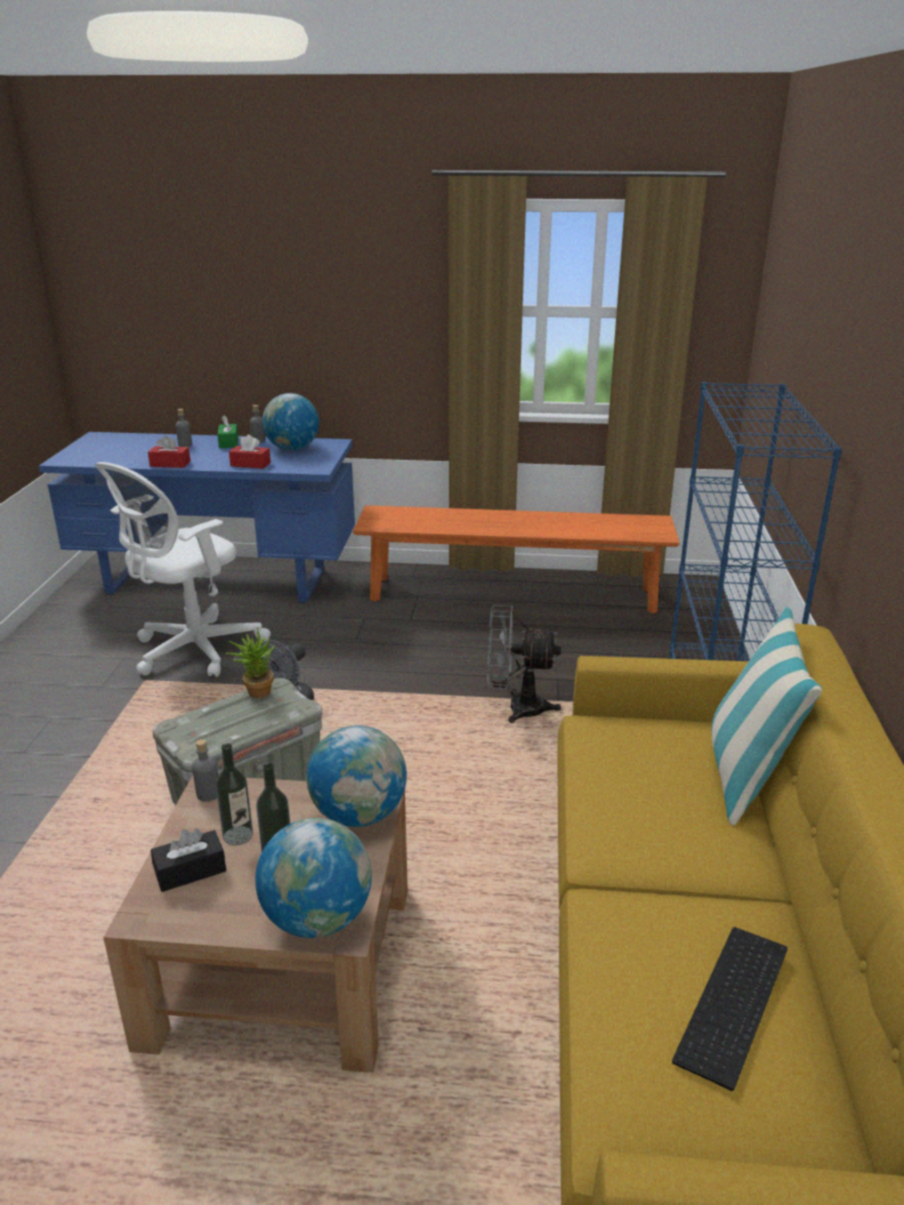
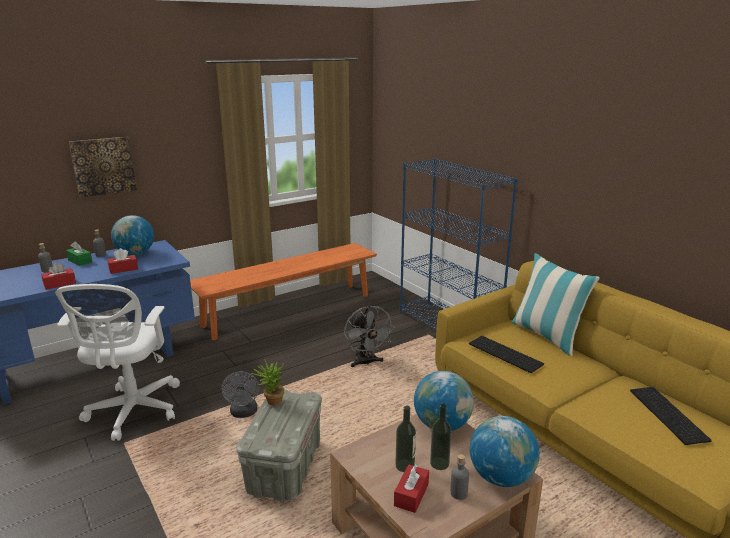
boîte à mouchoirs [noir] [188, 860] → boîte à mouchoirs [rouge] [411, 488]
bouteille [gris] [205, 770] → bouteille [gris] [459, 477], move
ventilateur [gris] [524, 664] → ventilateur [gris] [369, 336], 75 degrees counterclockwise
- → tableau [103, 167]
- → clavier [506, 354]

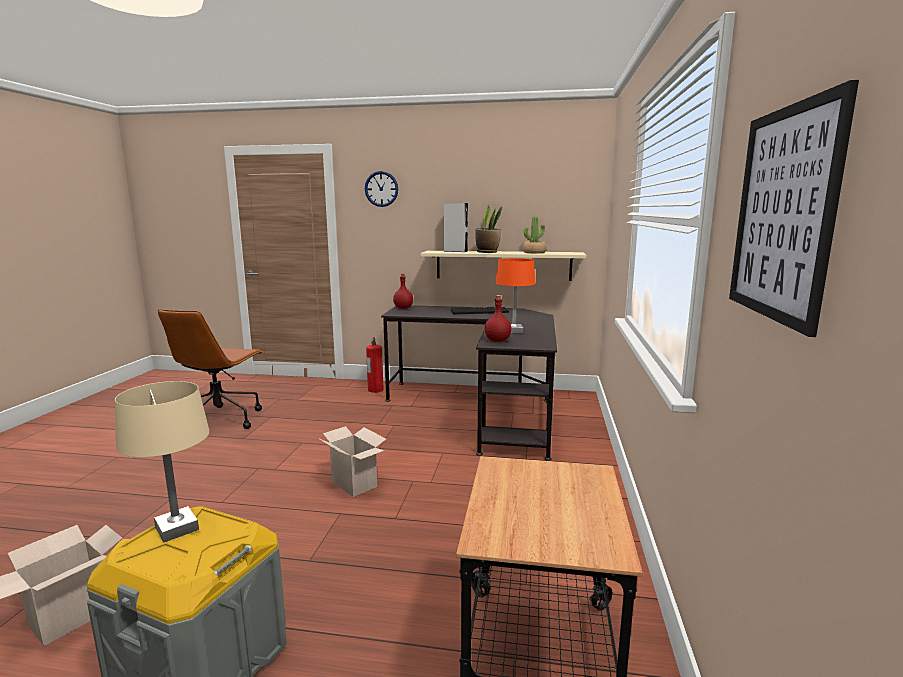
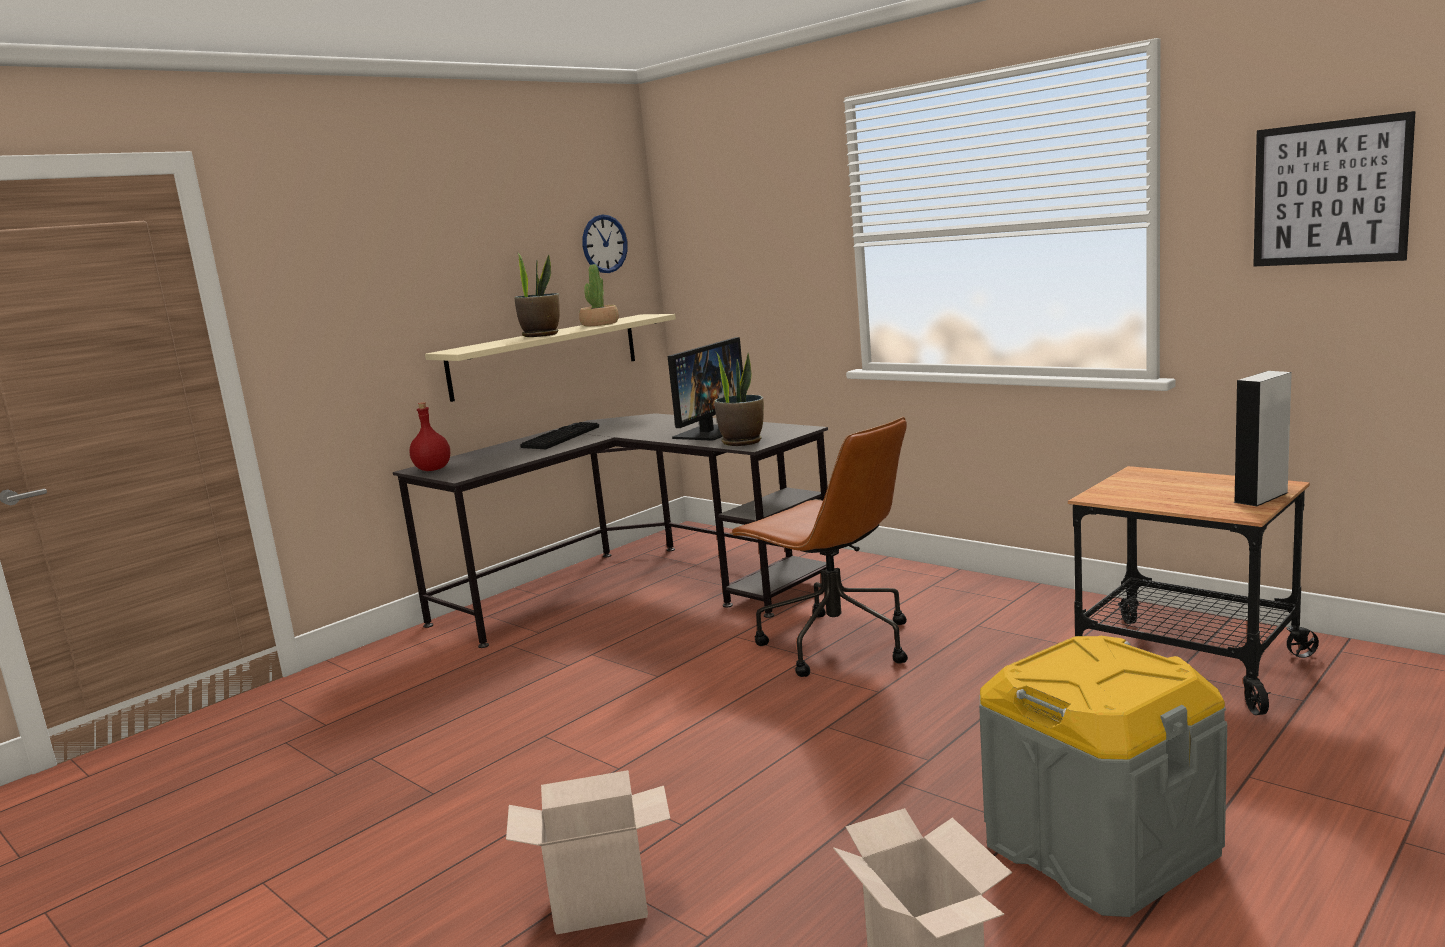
lampe de table [beige] [162, 461] → -
chaise de bureau [marron] [211, 369] → chaise de bureau [marron] [819, 547], move
carton [353, 461] → carton [588, 852], move
horloge murale [381, 189] → horloge murale [605, 243], move
extincteur [375, 365] → -
enceinte [gris] [456, 227] → enceinte [gris] [1262, 438], move
bouteille [rouge] [498, 318] → plante en pot [739, 398]
lampe de table [orange] [516, 295] → écran d'ordinateur [705, 389]

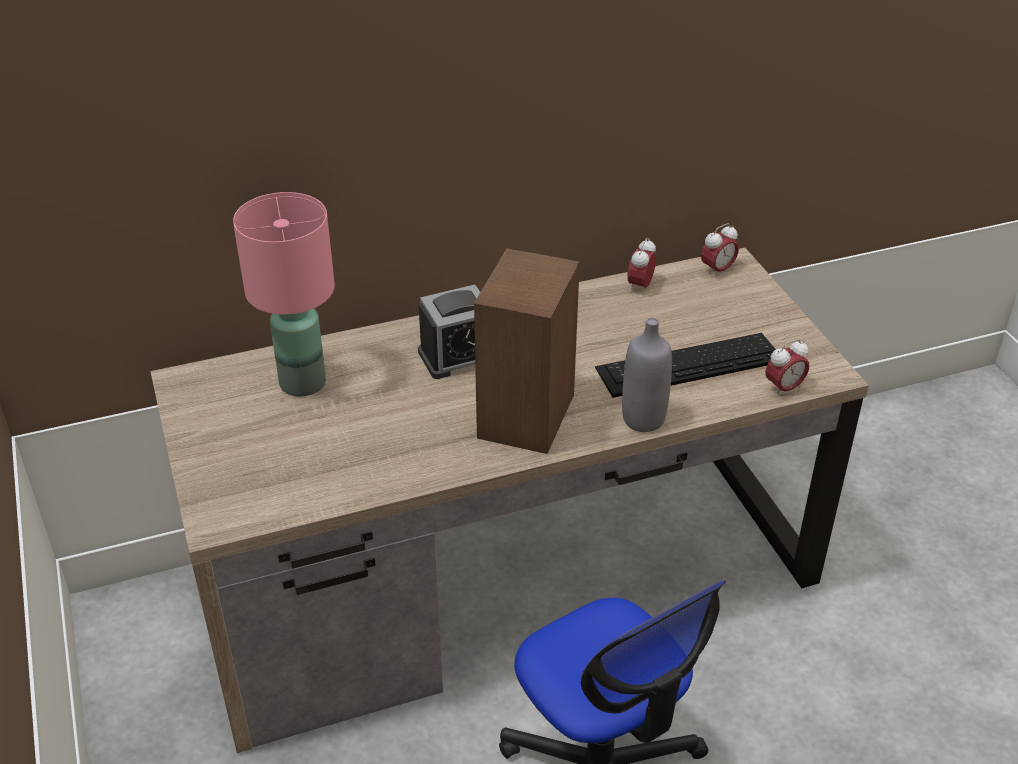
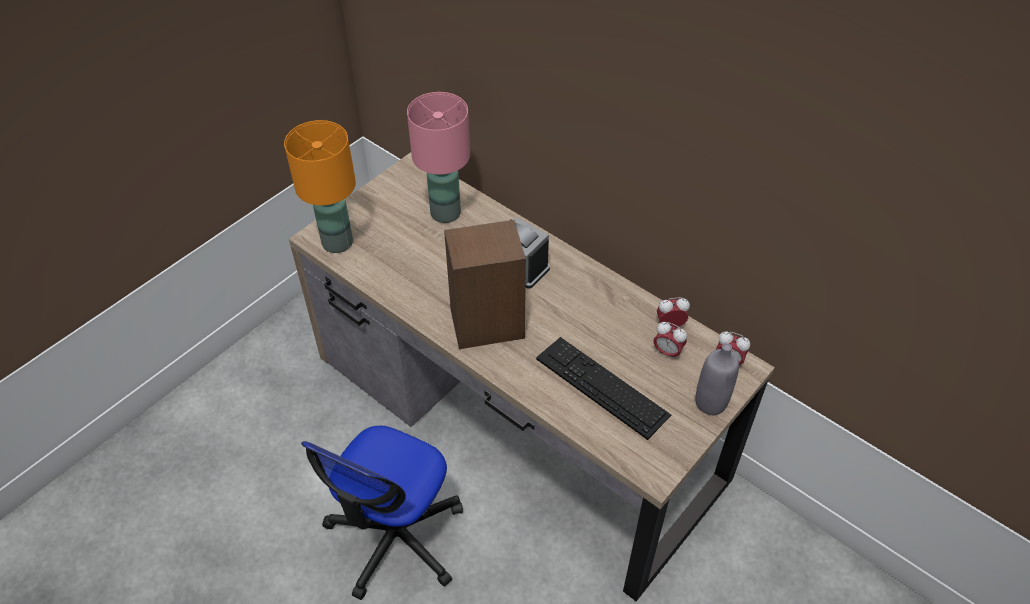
bouteille [gris] [647, 374] → bouteille [gris] [717, 379], move
réveil [787, 368] → réveil [670, 341], move
- → lampe de table [orange] [320, 186]

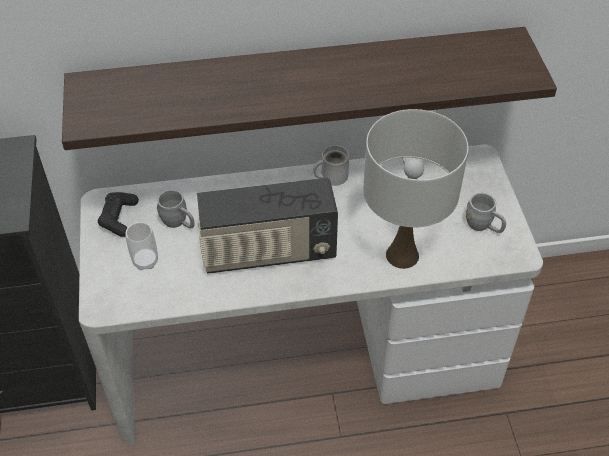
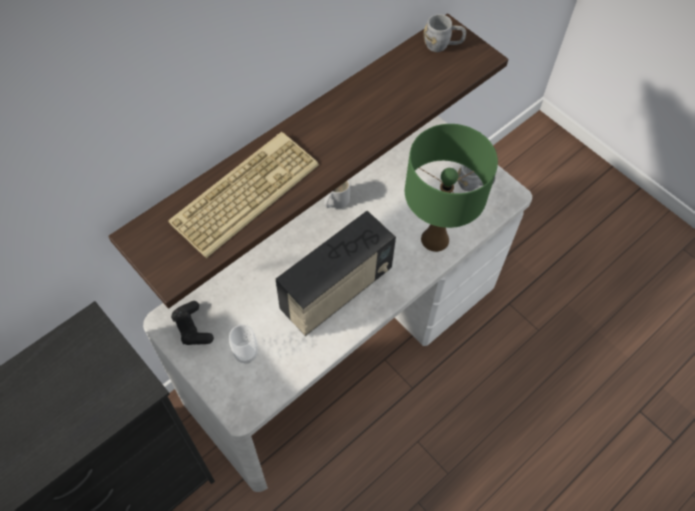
mug [gris] [176, 209] → mug [gris] [445, 33], move
lampe de table [blanc] [415, 189] → lampe de table [vert] [451, 188]
- → clavier [243, 195]

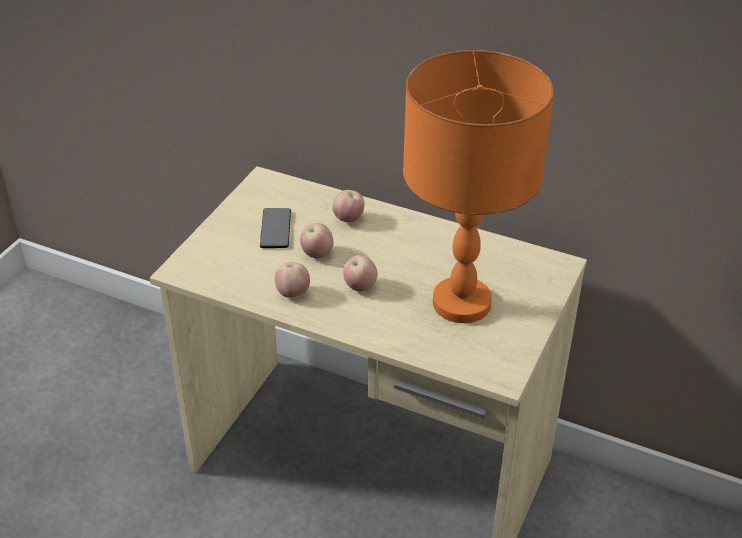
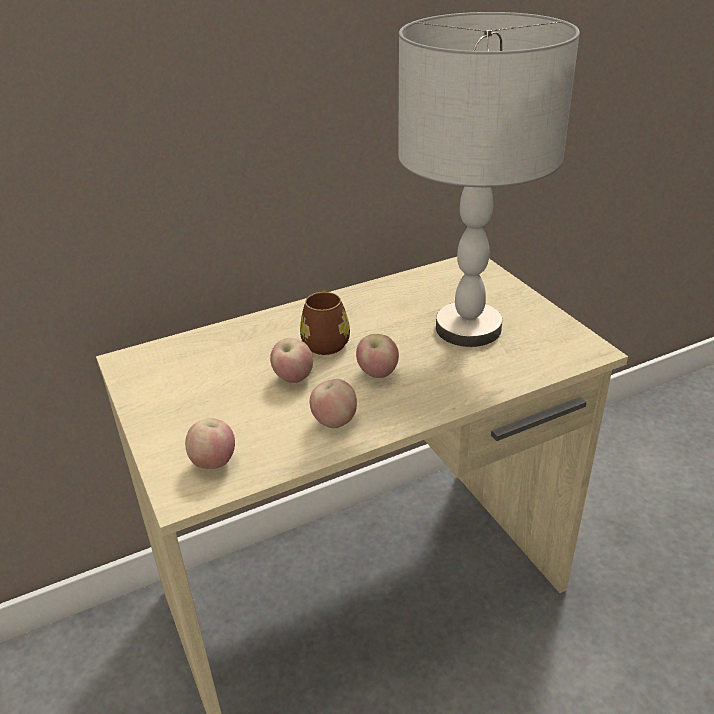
téléphone [275, 228] → -
pomme [348, 206] → pomme [210, 443], move
lampe de table [orange] [478, 186] → lampe de table [gris] [489, 179]
- → mug [marron] [325, 322]

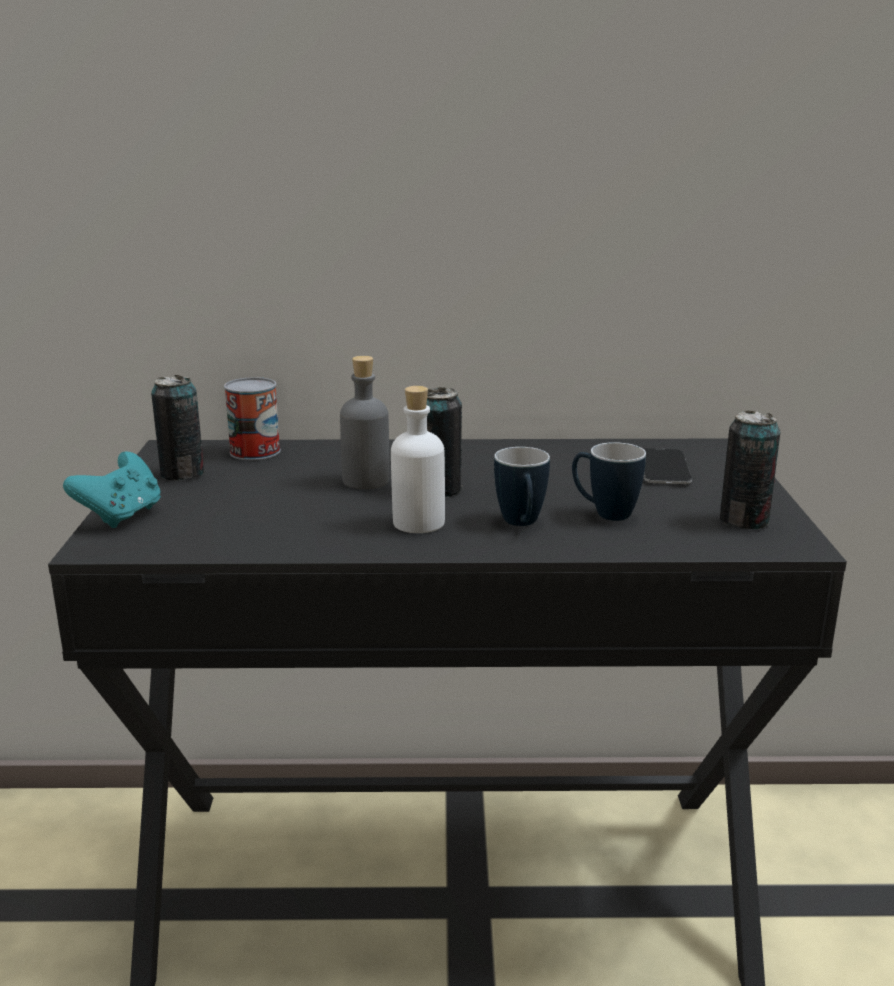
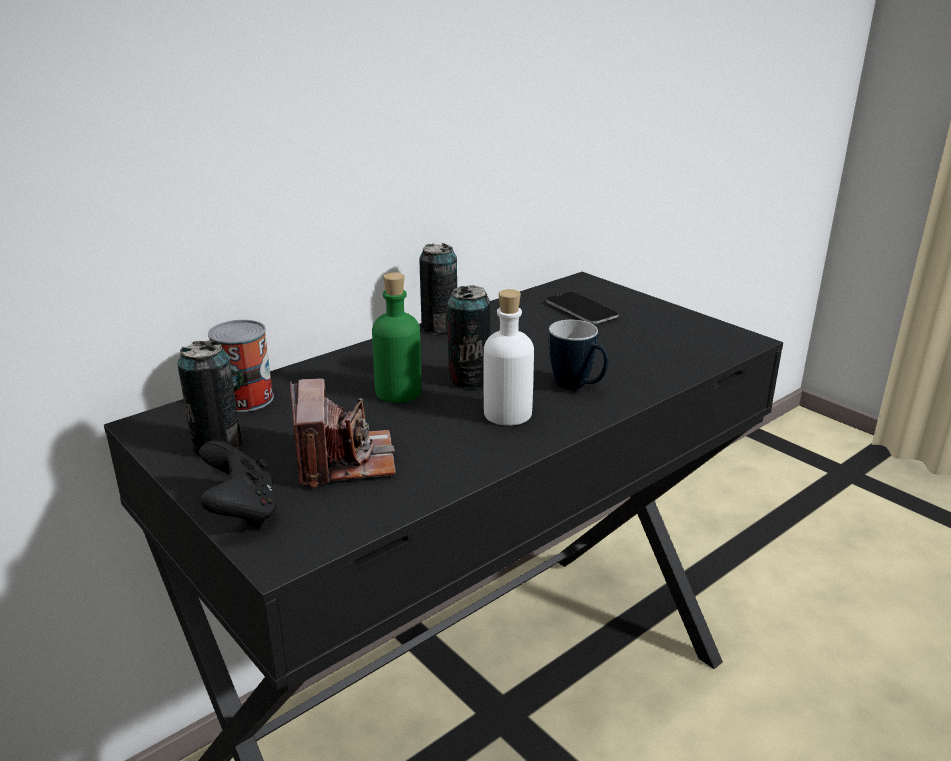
manette [turquoise] [112, 489] → manette [noir] [238, 484]
bouteille [gris] [365, 422] → bouteille [vert] [396, 338]
mug [609, 481] → -
boîte métallique [750, 470] → boîte métallique [438, 288], move
- → appareil photo [343, 432]

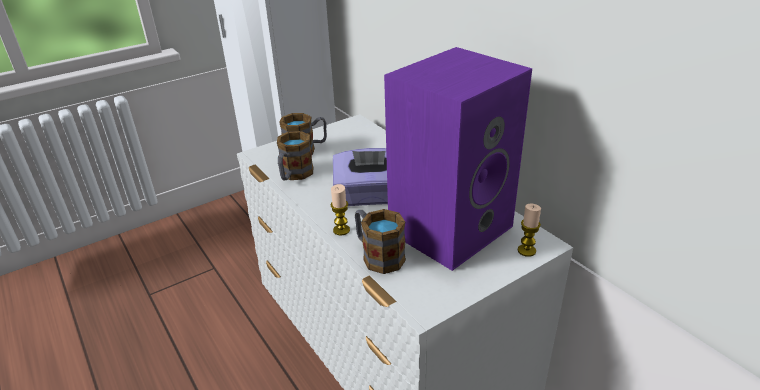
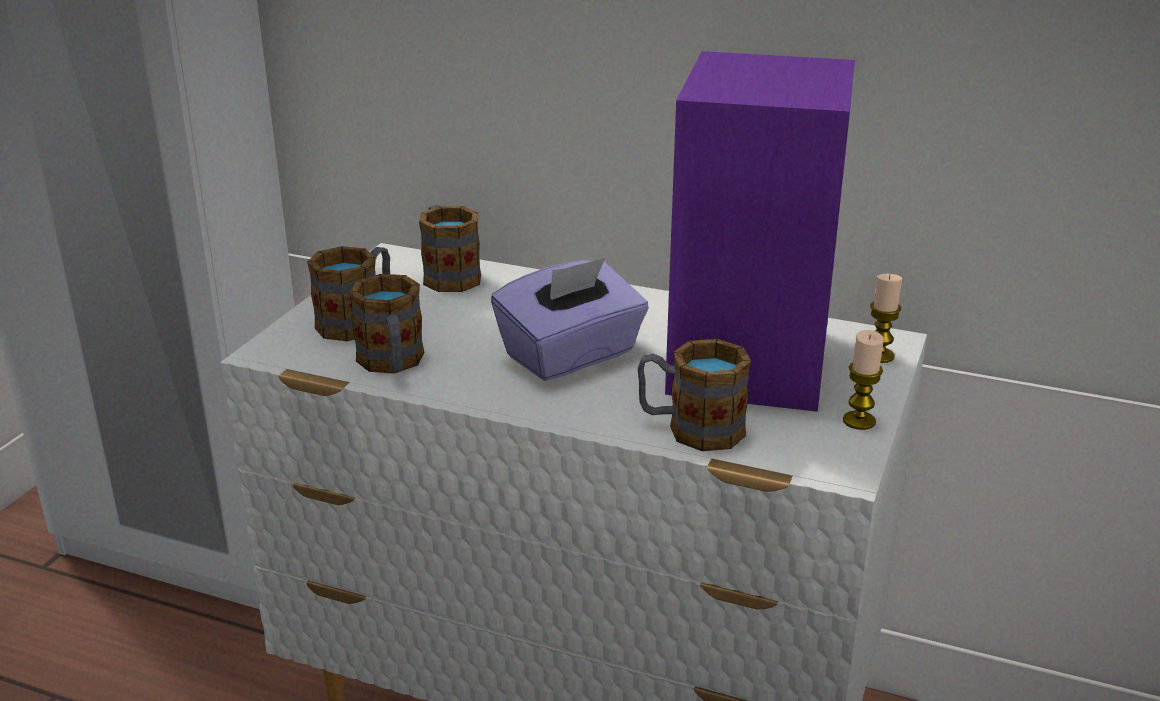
bougie [340, 210] → bougie [863, 380], move
- → mug [450, 248]

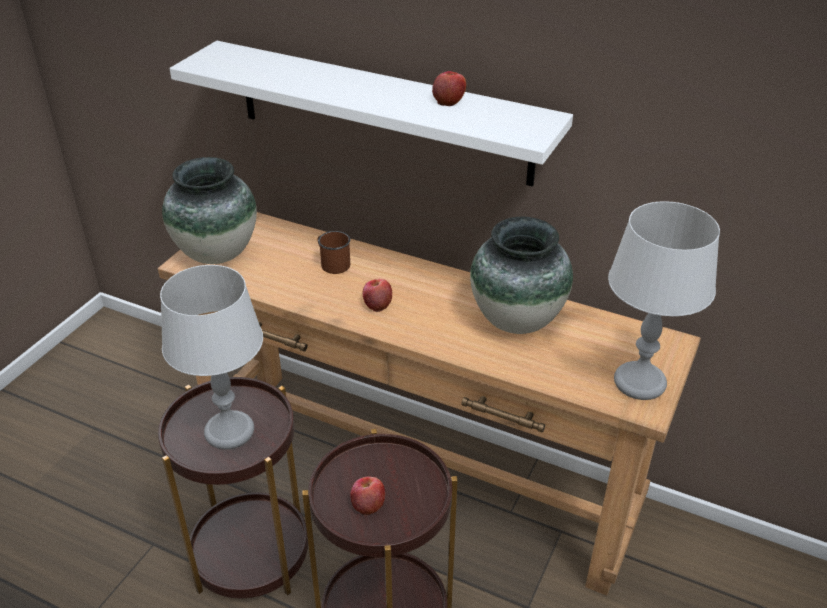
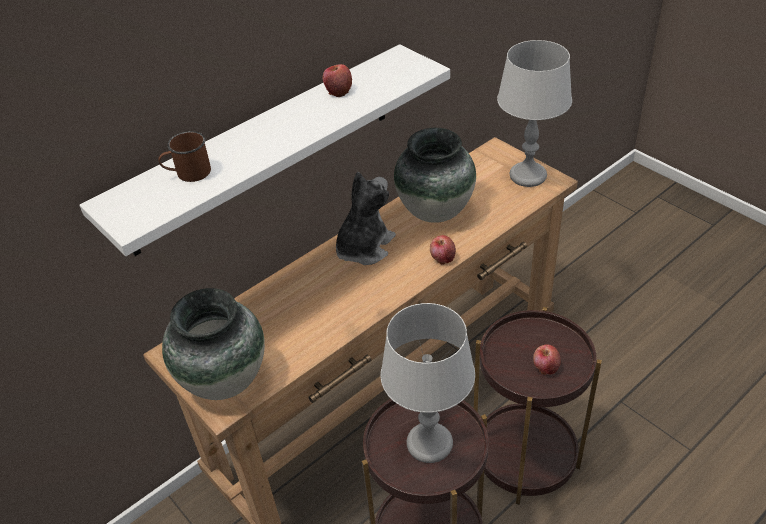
mug [marron] [334, 252] → mug [marron] [184, 156], move
pomme [377, 295] → pomme [443, 250], move
- → peluche [366, 218]

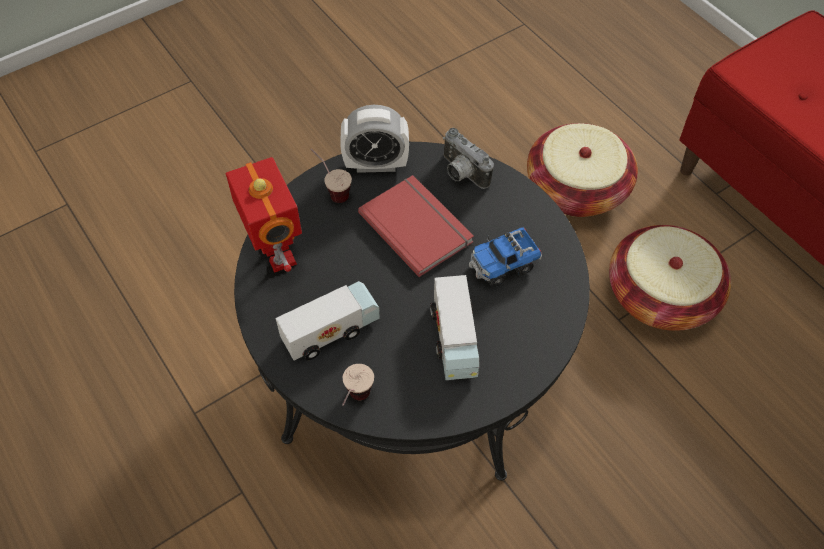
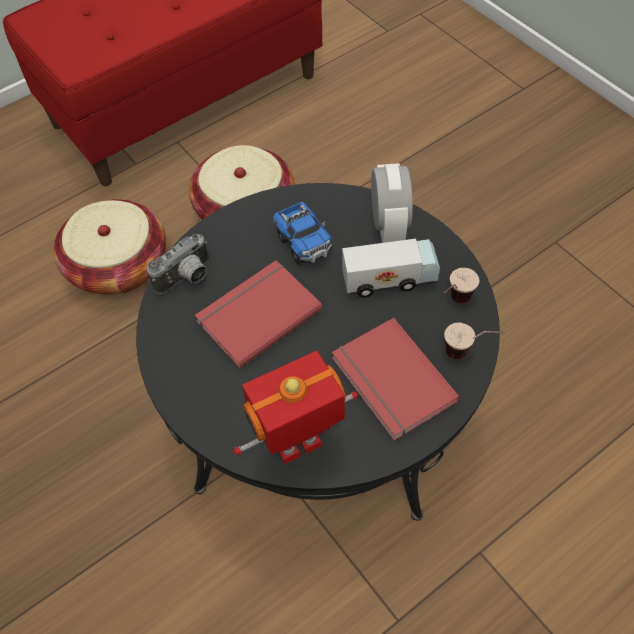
camion jouet [328, 321] → livre [rouge] [396, 379]
tasse [331, 176] → tasse [461, 285], move
réveil [374, 139] → réveil [392, 203], move

